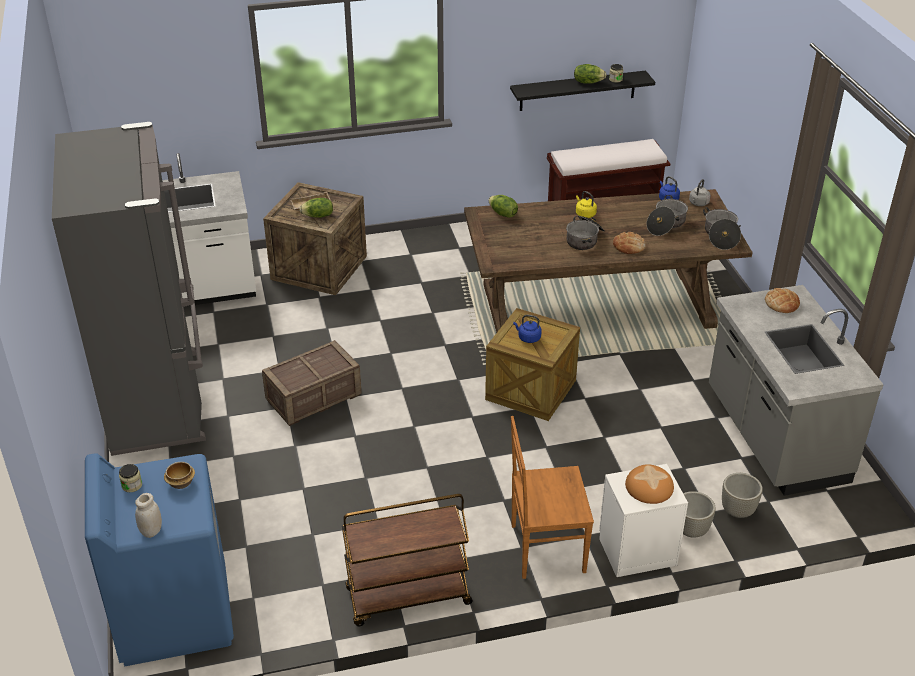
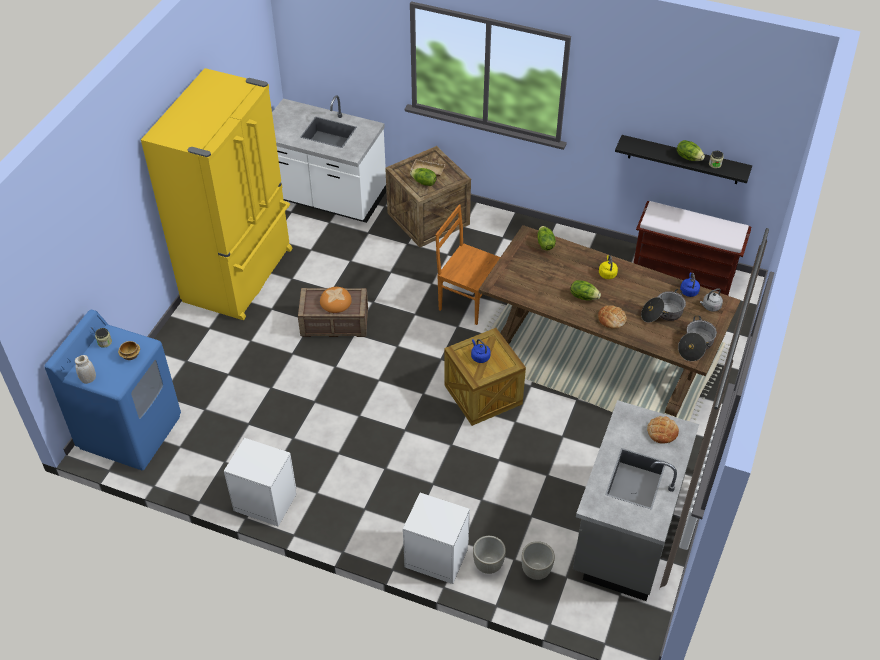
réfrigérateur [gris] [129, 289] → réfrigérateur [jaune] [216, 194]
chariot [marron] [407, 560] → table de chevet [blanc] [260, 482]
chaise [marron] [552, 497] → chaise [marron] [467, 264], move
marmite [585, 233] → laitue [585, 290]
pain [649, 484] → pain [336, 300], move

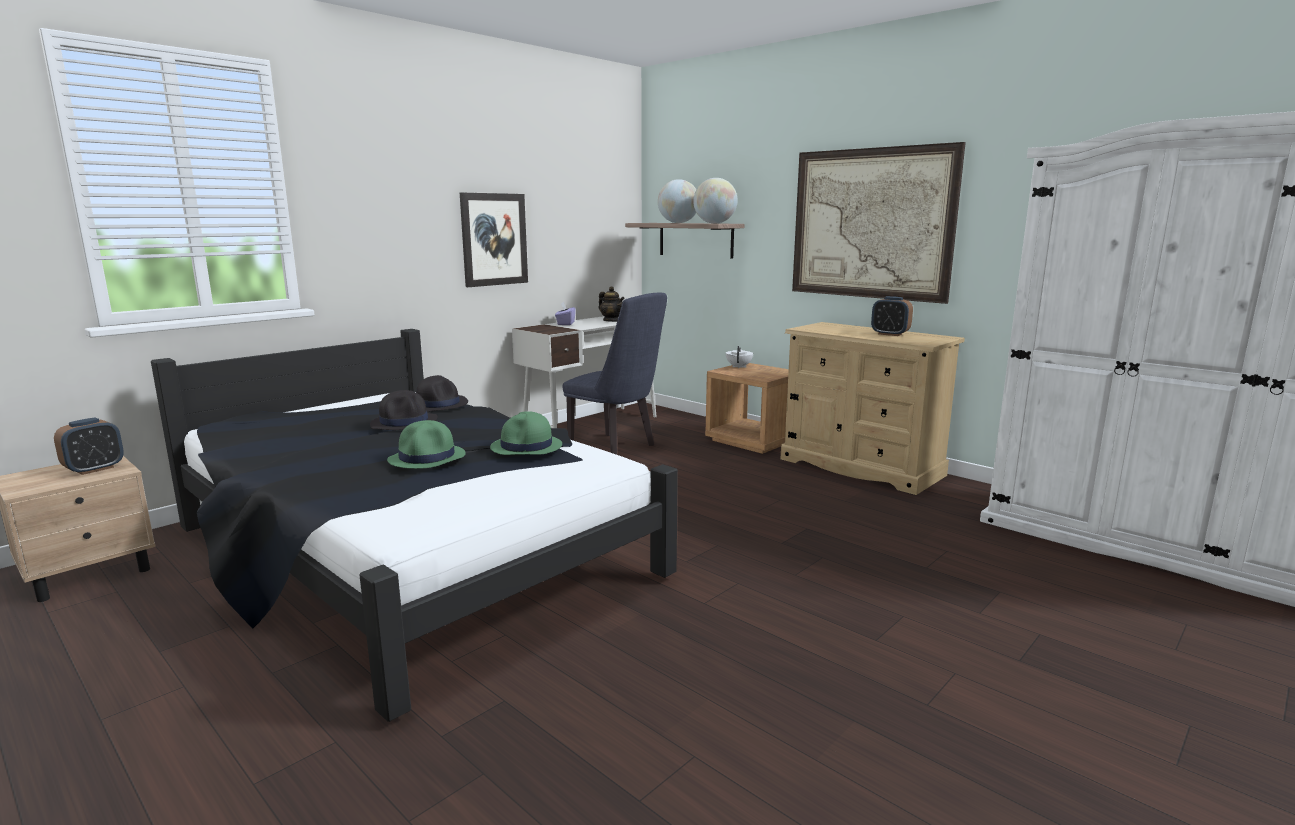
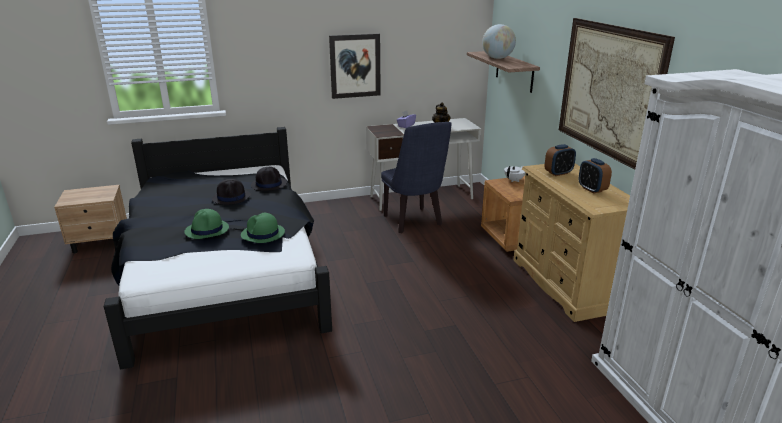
réveil [89, 446] → réveil [560, 160], move
globe [715, 201] → -

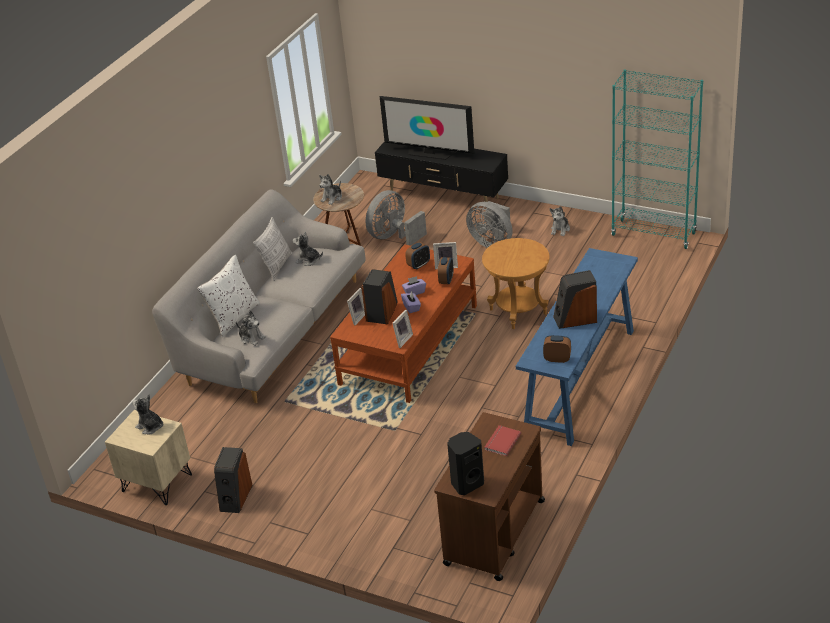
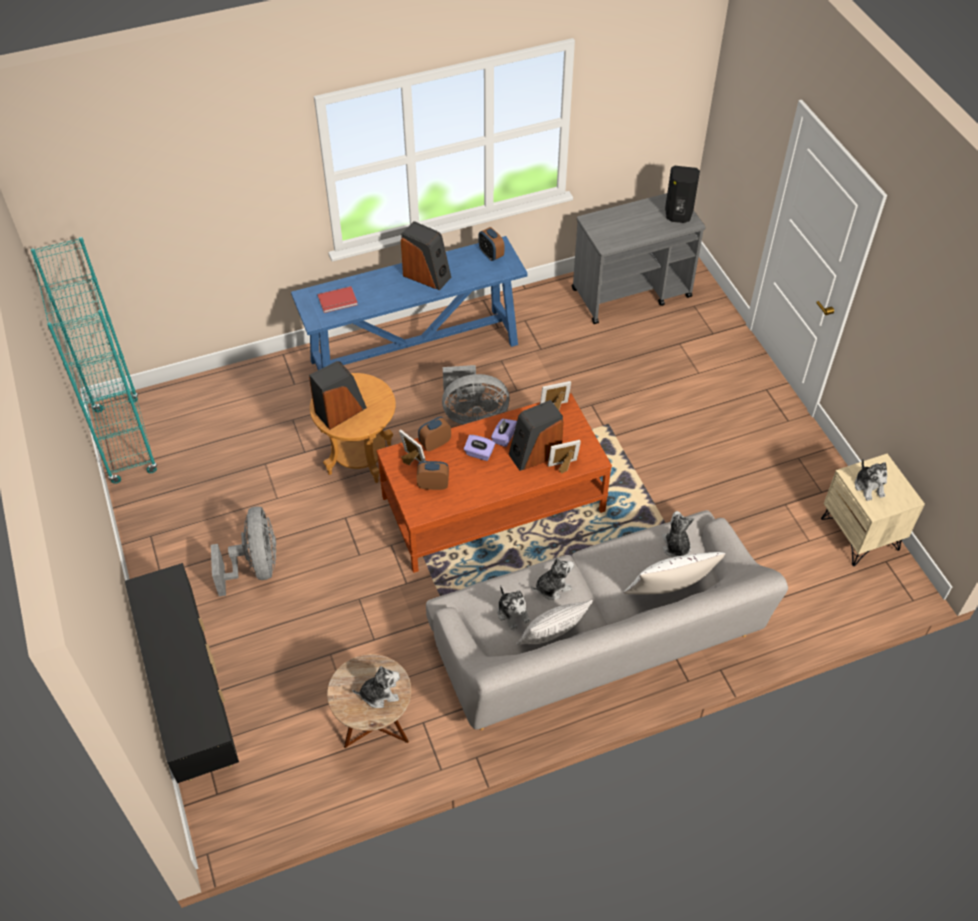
enceinte [233, 480] → enceinte [338, 395], move
ventilateur [gris] [396, 218] → ventilateur [gris] [476, 395], move
téléviseur [426, 128] → -
chariot [marron] [489, 496] → chariot [gris] [638, 258]
livre [rouge] [502, 440] → livre [rouge] [338, 299], move
peluche [560, 221] → peluche [552, 579], move

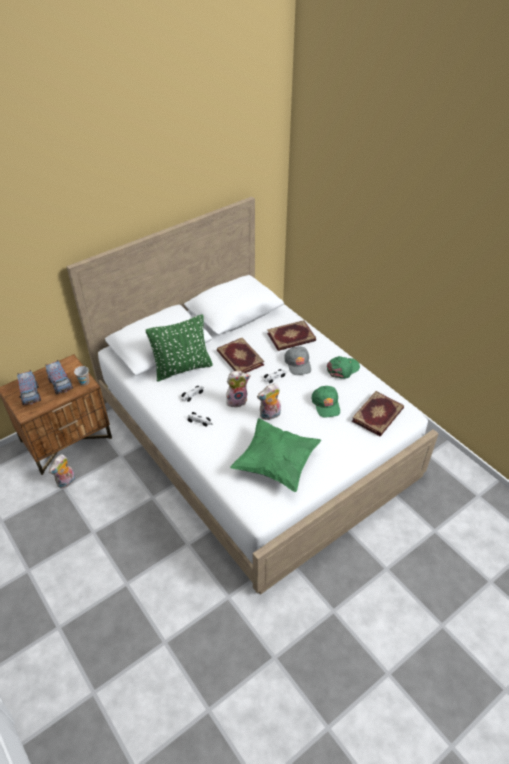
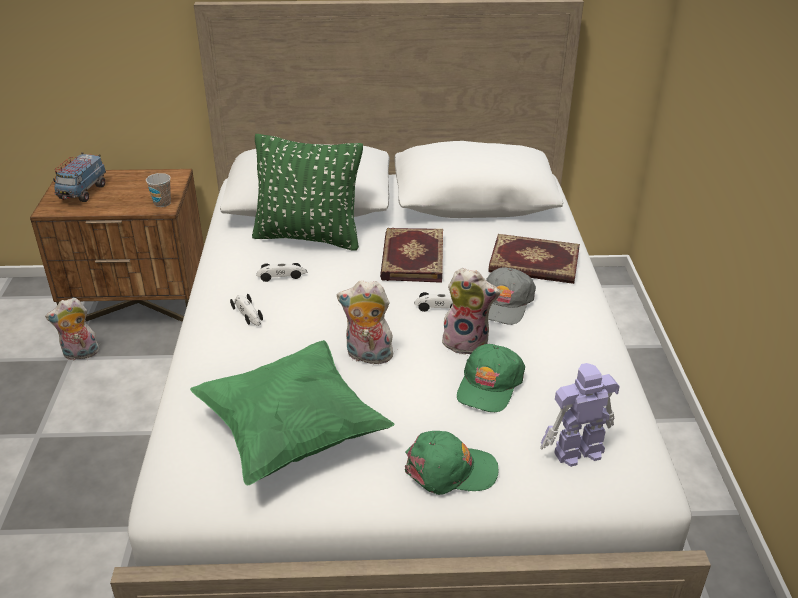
camion jouet [59, 377] → -
peluche [238, 388] → peluche [471, 311], move
casquette [vert] [343, 367] → casquette [vert] [452, 463], move
livre [378, 413] → robot jouet [580, 415]

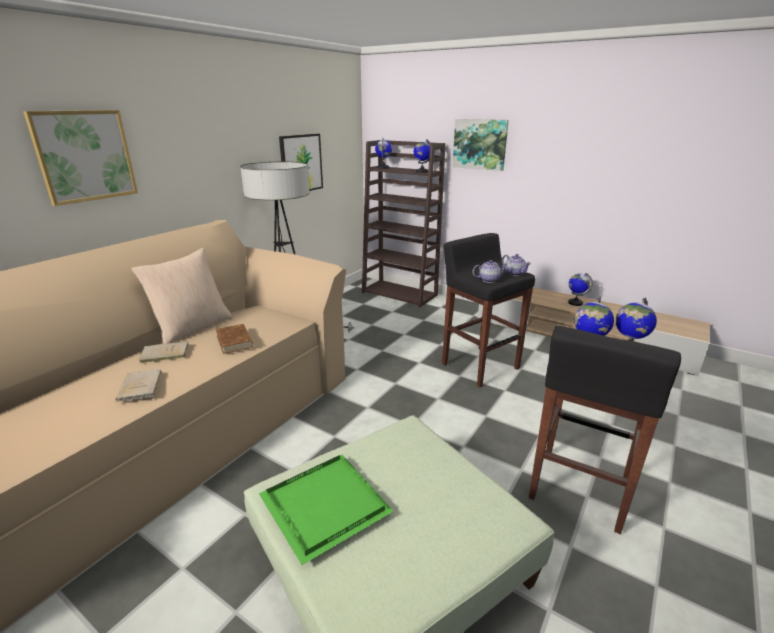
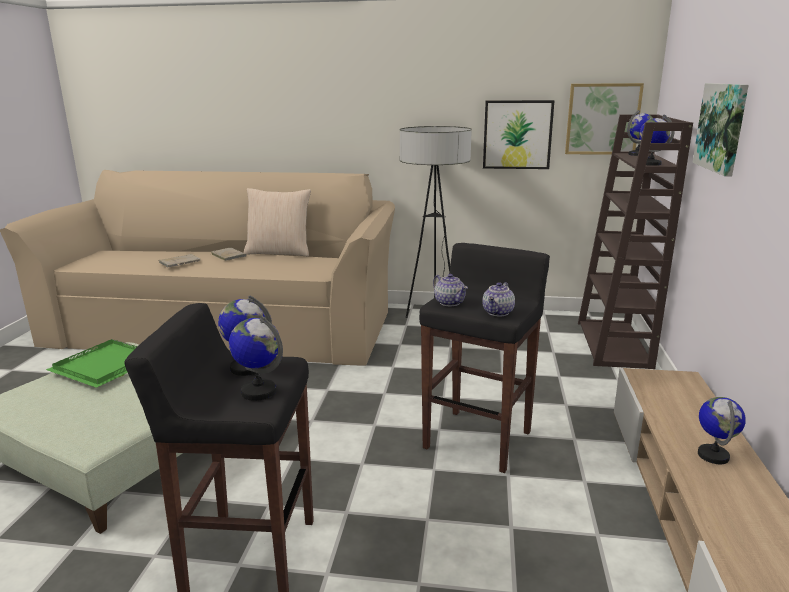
tableau [80, 158] → tableau [604, 119], move
livre [marron] [234, 339] → -

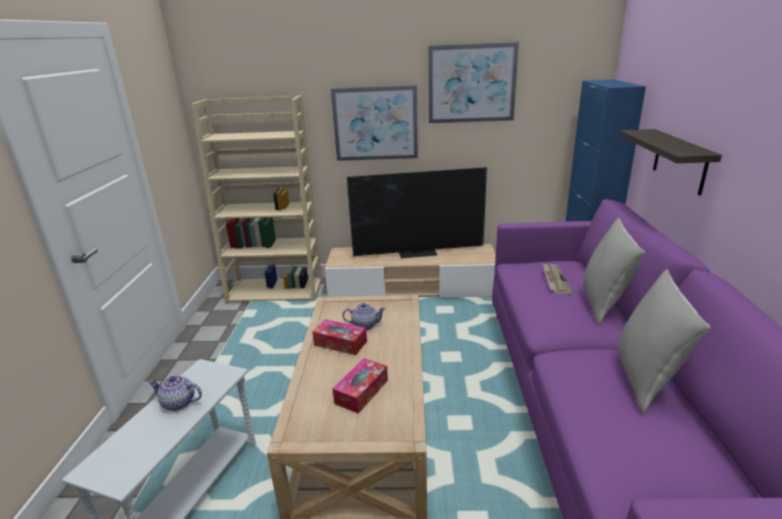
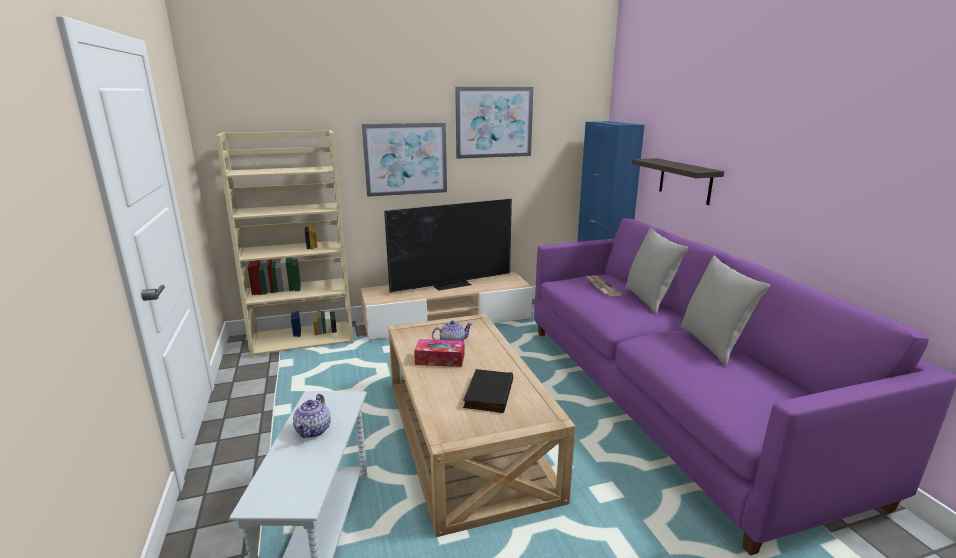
théière [175, 393] → théière [312, 416], 75 degrees counterclockwise
boîte à mouchoirs [360, 386] → livre [noir] [488, 391]

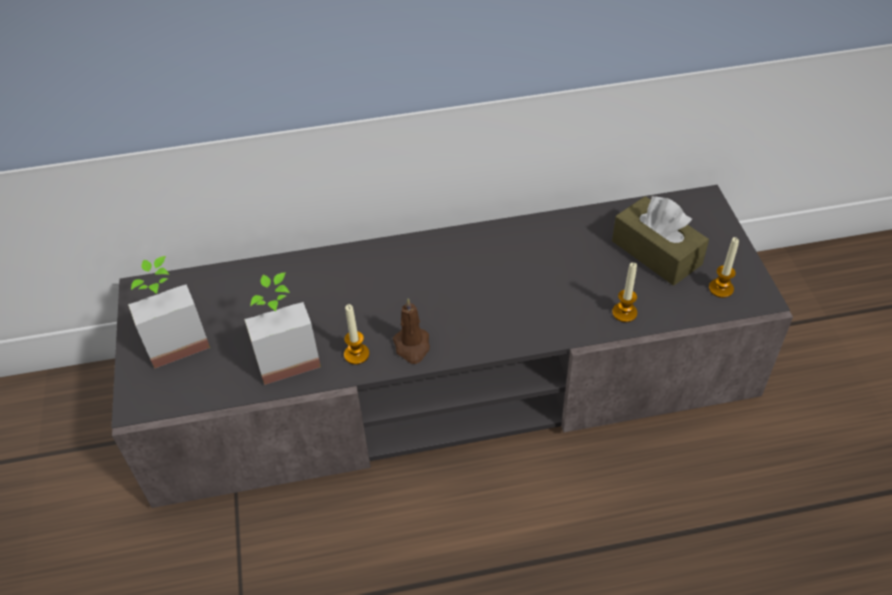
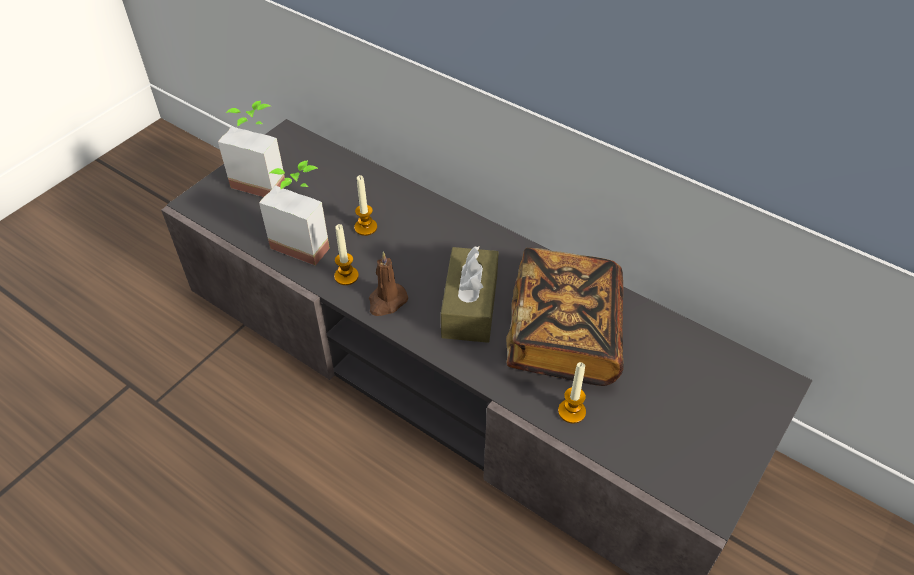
boîte à mouchoirs [marron] [660, 240] → boîte à mouchoirs [marron] [470, 294], move
bougie [724, 267] → bougie [365, 205], move
- → livre [565, 317]

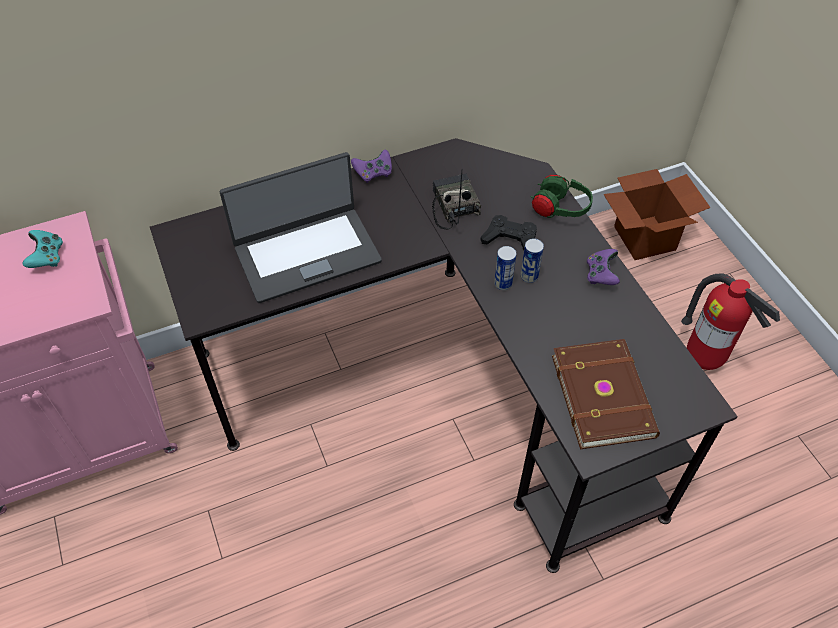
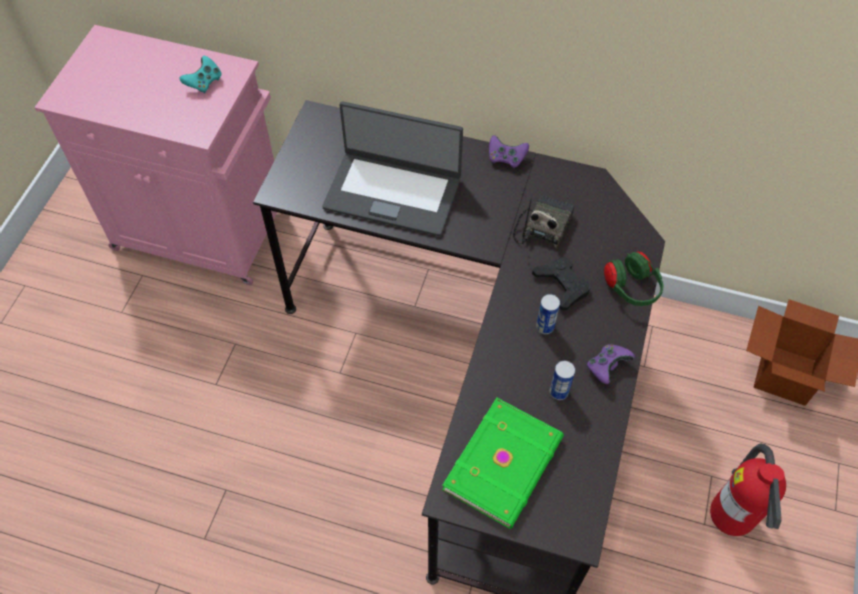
boîte métallique [505, 268] → boîte métallique [562, 380], move
livre [marron] [606, 394] → livre [vert] [503, 463]

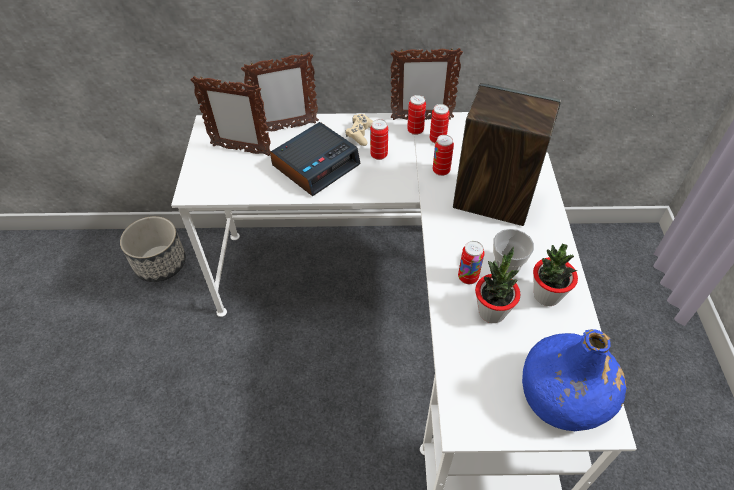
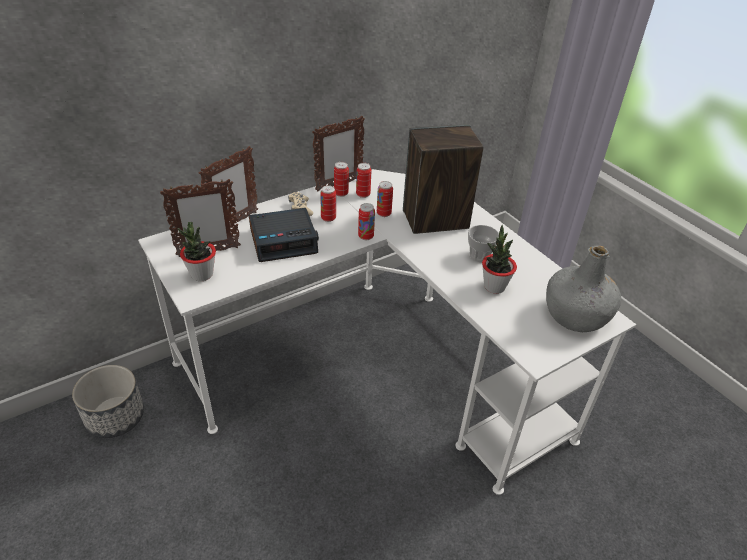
réveil [315, 159] → réveil [284, 235], 60 degrees clockwise
boîte métallique [471, 262] → boîte métallique [366, 221], move
bouteille [bleu] [574, 380] → bouteille [gris] [583, 288]
plante en pot [555, 275] → plante en pot [197, 251], move

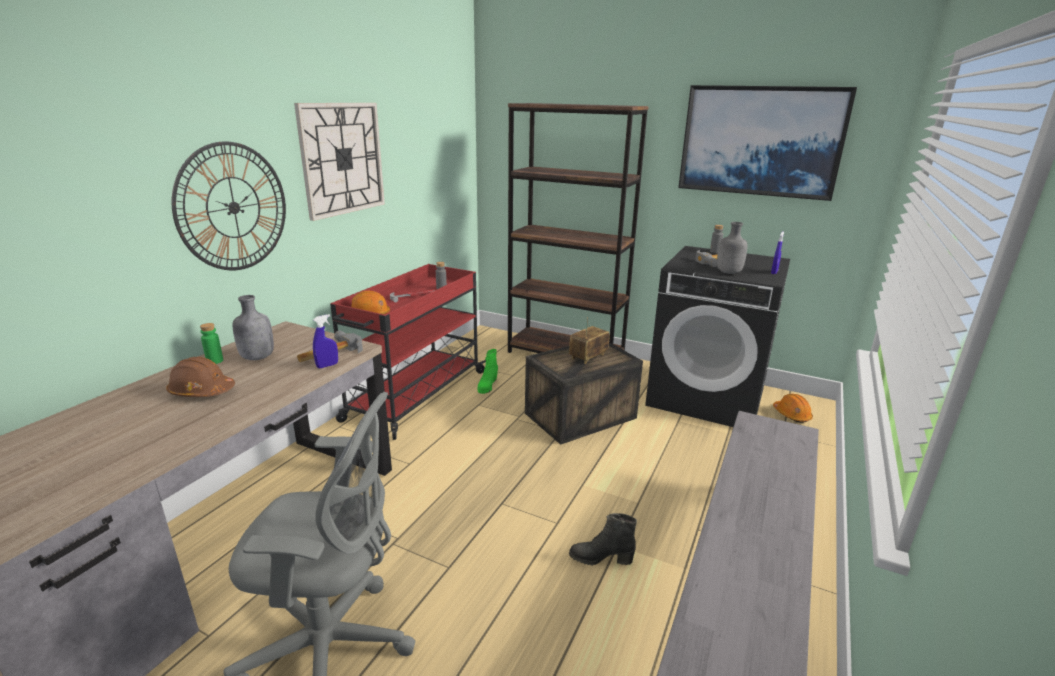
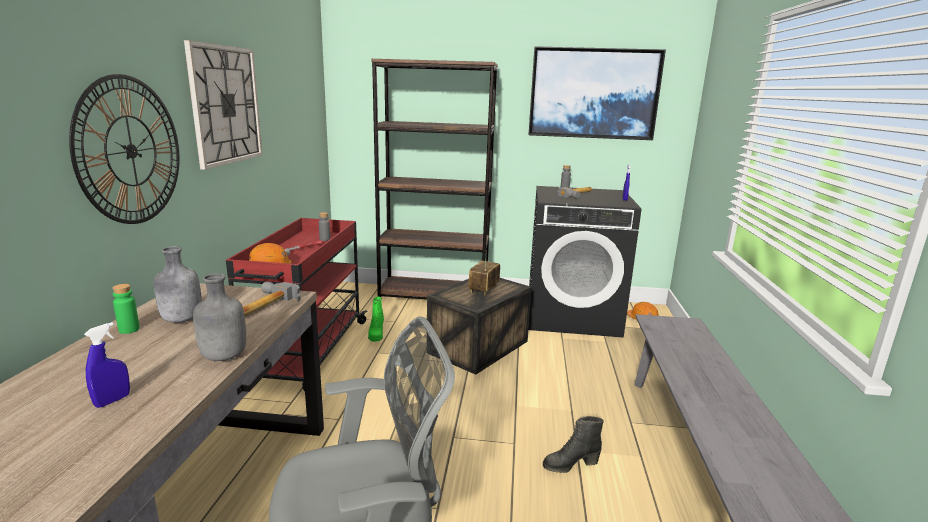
casque de chantier [marron] [200, 377] → -
vaporisateur [bleu] [325, 341] → vaporisateur [bleu] [107, 365], move
bouteille [gris] [732, 248] → bouteille [gris] [219, 317], move

